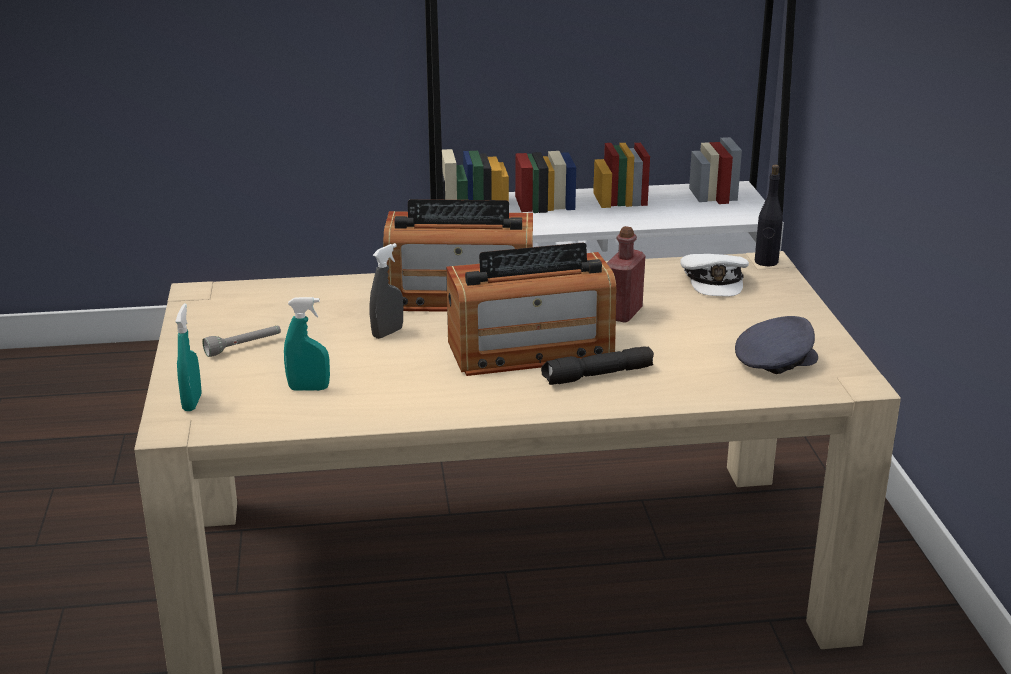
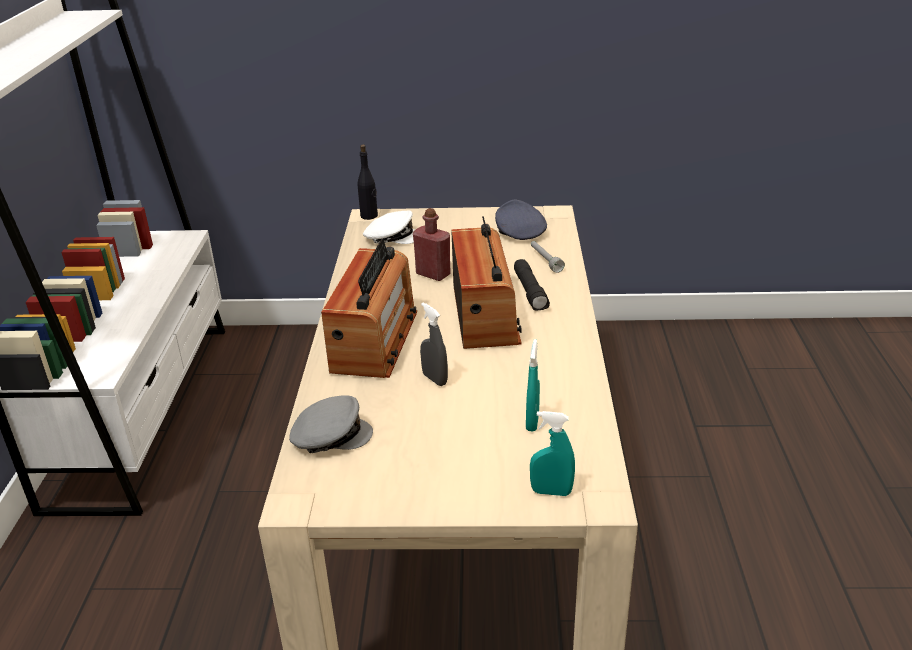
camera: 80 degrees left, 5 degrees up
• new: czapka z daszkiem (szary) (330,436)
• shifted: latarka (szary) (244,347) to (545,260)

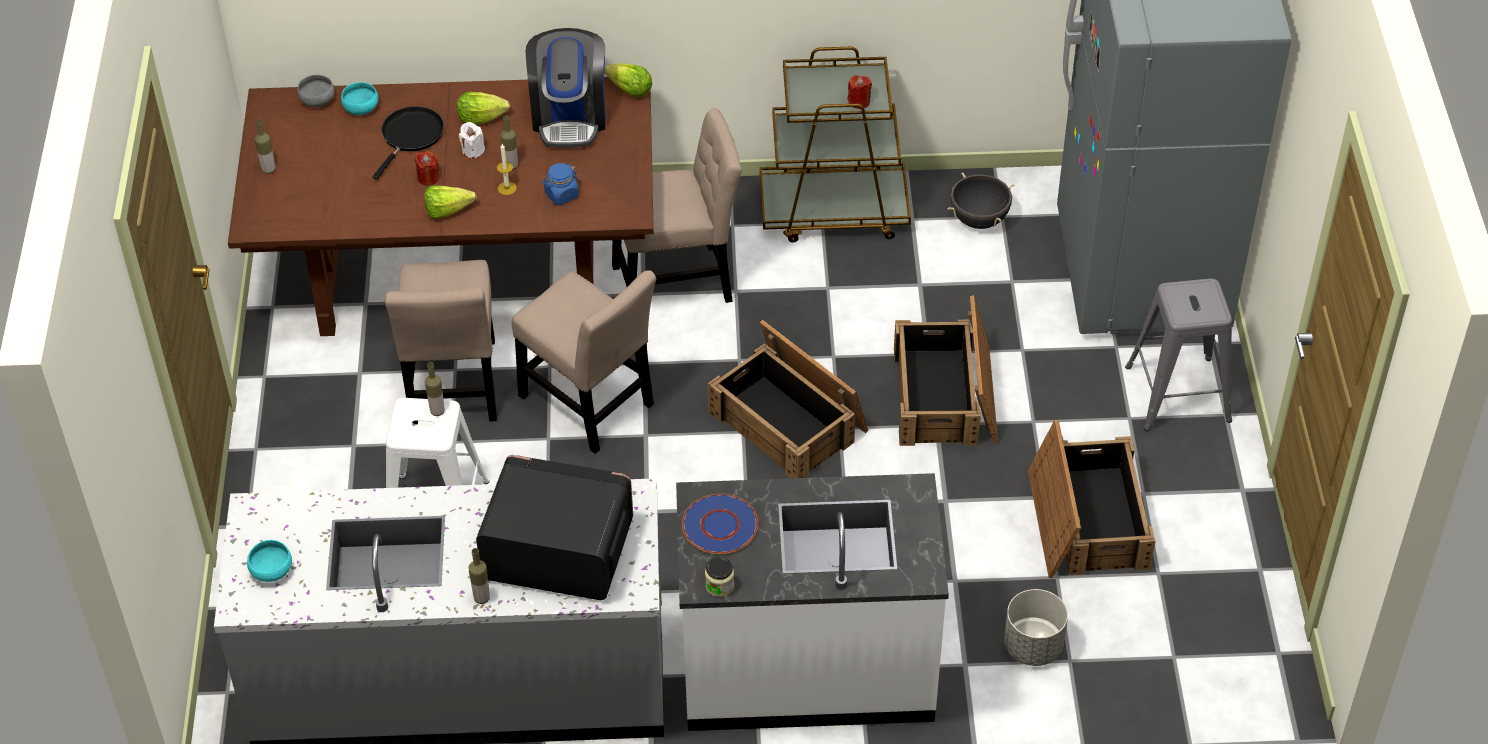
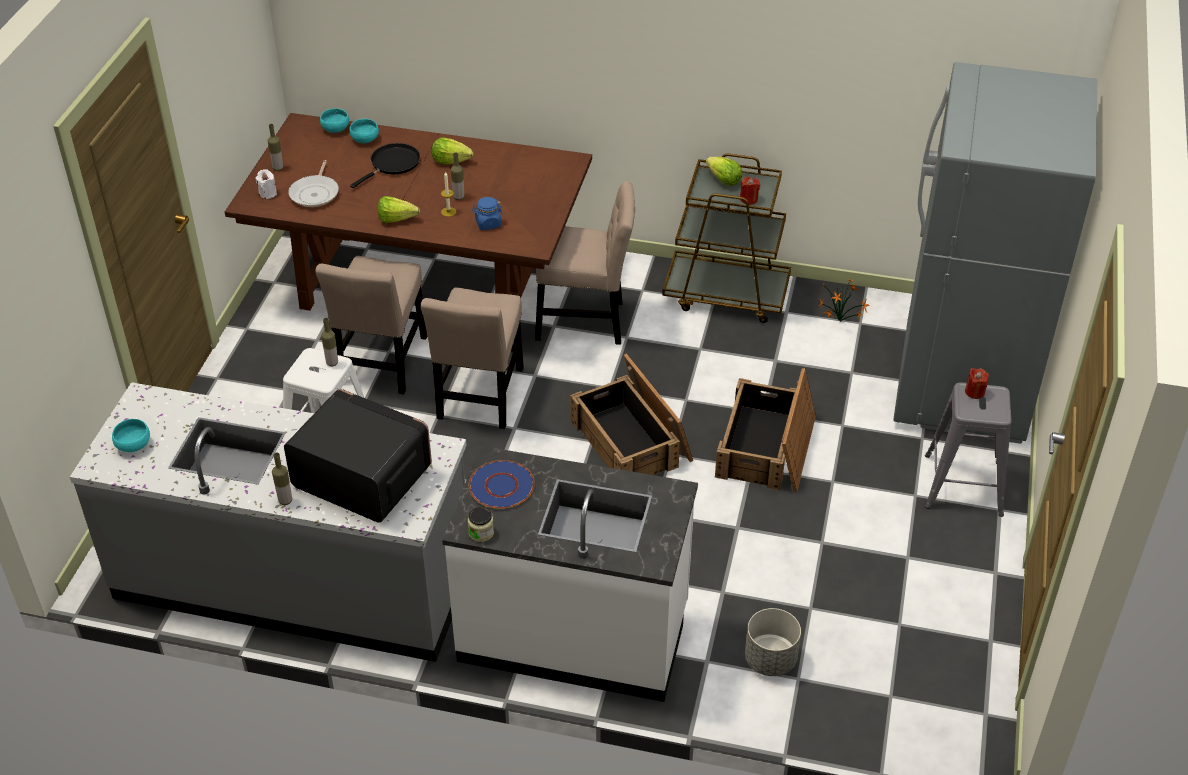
camera: 15 degrees right, 5 degrees down
• shifted: świeca (biały) (473,150) to (267,193)
• new: patelnia (315,193)
• repainted: miska (szary) (317,100) to miska (turkusowy) (335,129)
• rotated: krzesło (beżowy) (590,405) = (480,397) 45 degrees clockwise
• shifted: sałata (630,90) to (723,180)
• swapped: garnek (czarny) (979,220) to roślina doniczkowa (840,322)
• shifted: świeca (czerwony) (428,178) to (974,392)
• gone: ekspres do kawy (570,116)
• gone: skrzynka (1085,519)

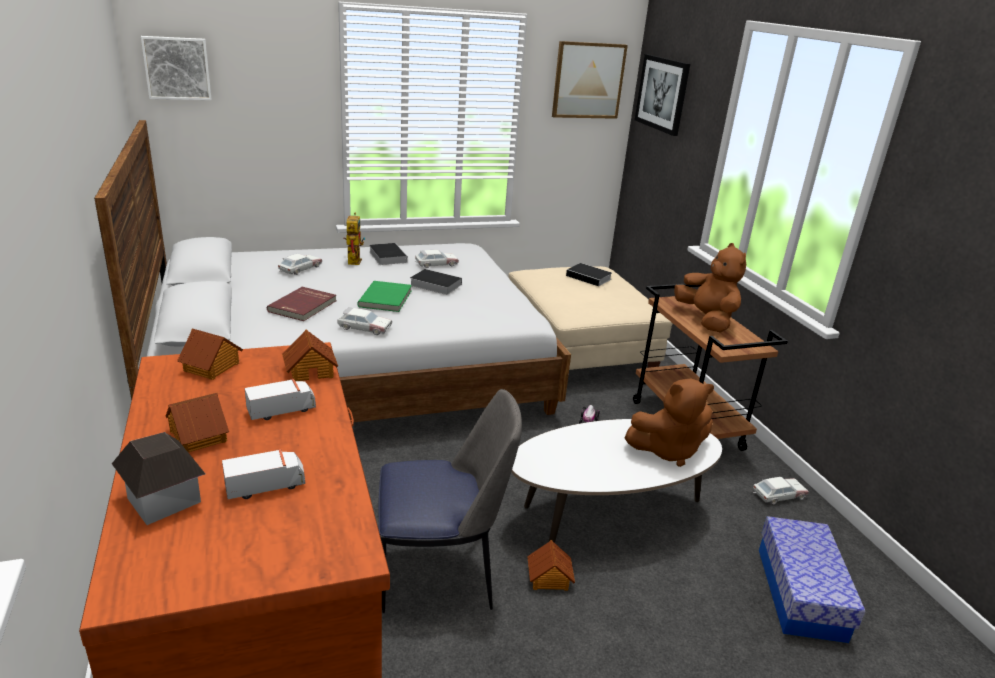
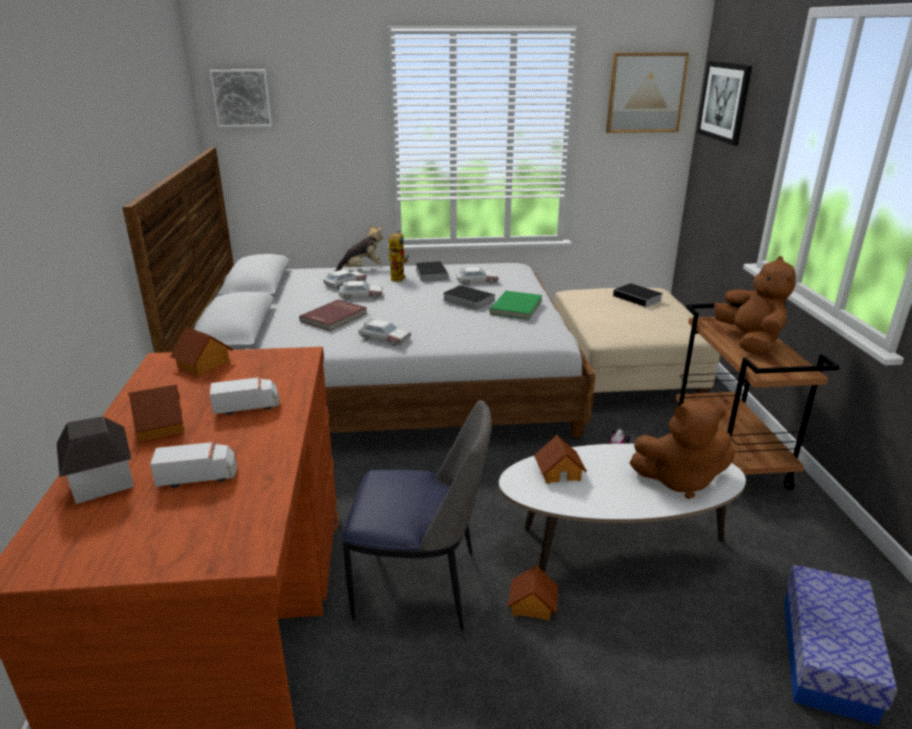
camera: 15 degrees right, 0 degrees up
• new: pluszak (361,269)
• shifted: samochodzik (778,495) to (360,296)
• shifted: książka (zielony) (386,298) to (517,307)
• shifted: domek (311,371) to (559,472)

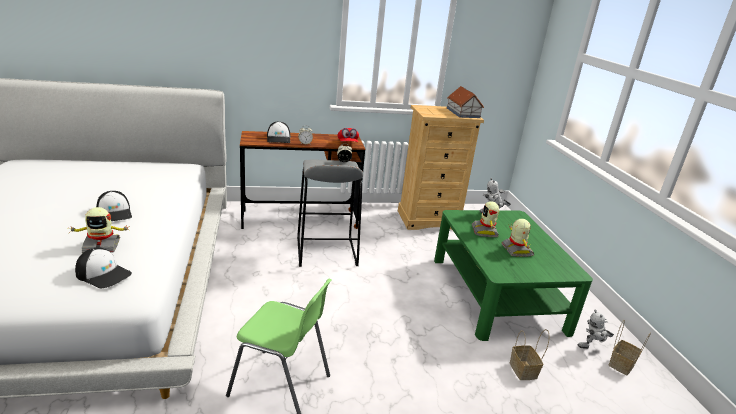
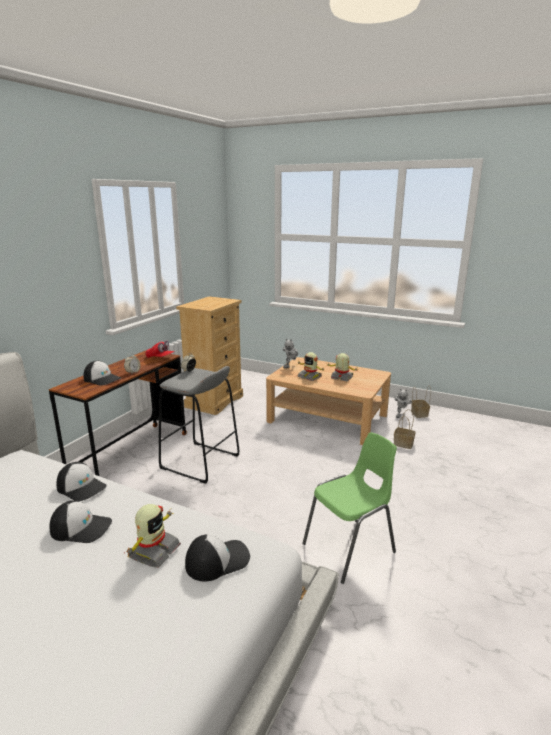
camera: 50 degrees left, 5 degrees down
• new: czapka z daszkiem (82,487)
• repainted: ława (zielony) (497,294) to ława (beżowy) (327,418)
• gone: domek (463,113)

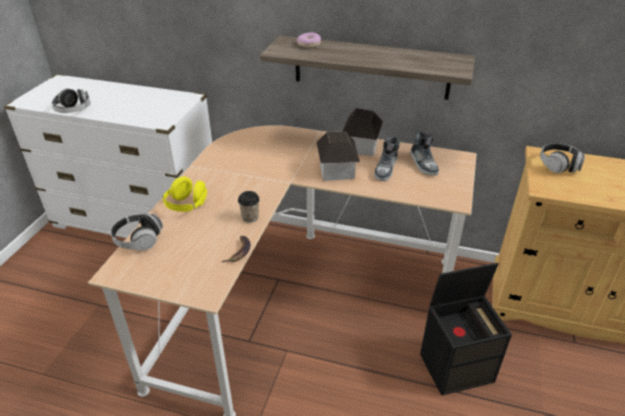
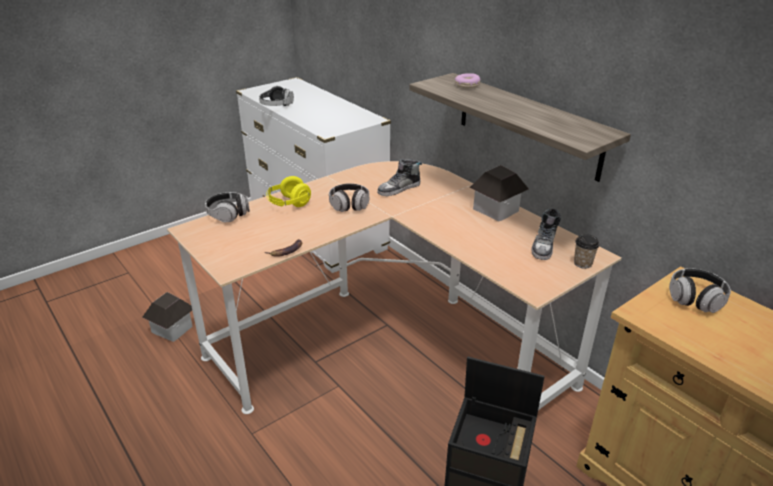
camera: 35 degrees right, 5 degrees down
• shifted: domek (337,171) to (172,329)
• new: słuchawki (349,205)
• shifted: but (386,169) to (399,189)
• shifted: filiżanka (250,217) to (582,263)

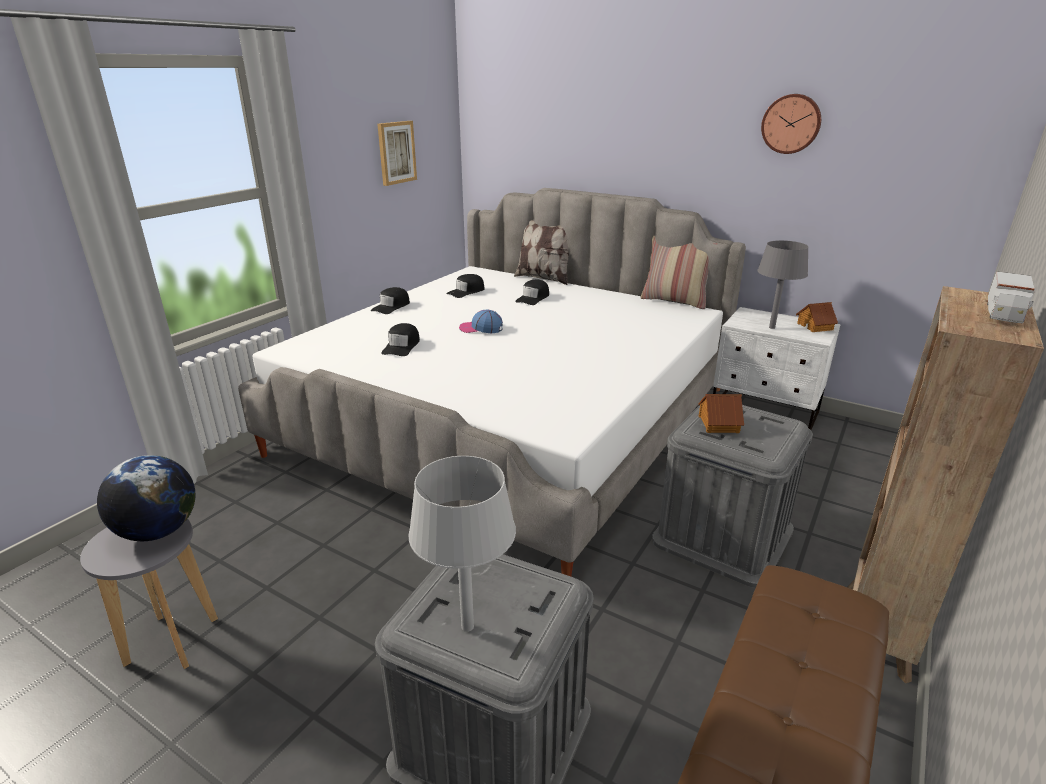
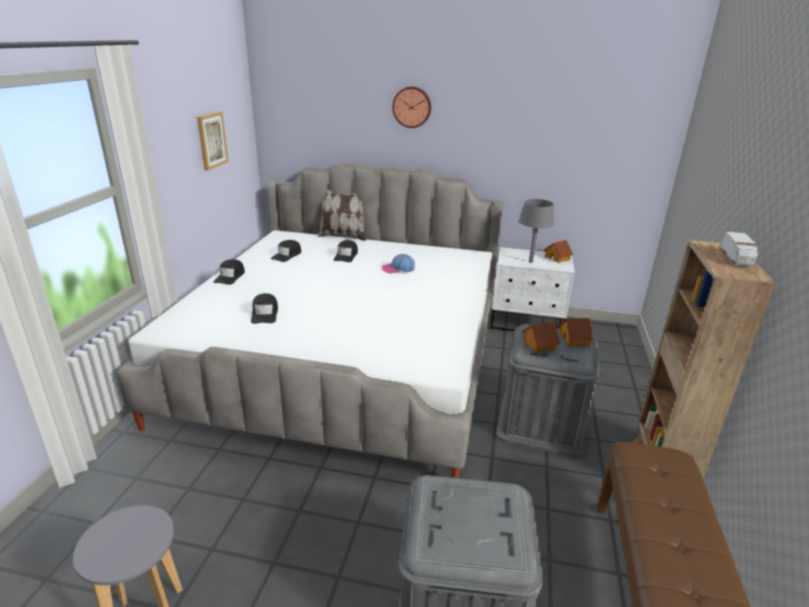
camera: 20 degrees left, 0 degrees up
• shifted: czapka z daszkiem (481,328) to (398,269)
• shifted: zegar ścienny (791,124) to (412,107)
• new: domek (574,339)
• gone: globus (158,531)
• gone: lampa stołowa (szary) (467,626)
• gone: poduszka (674,301)

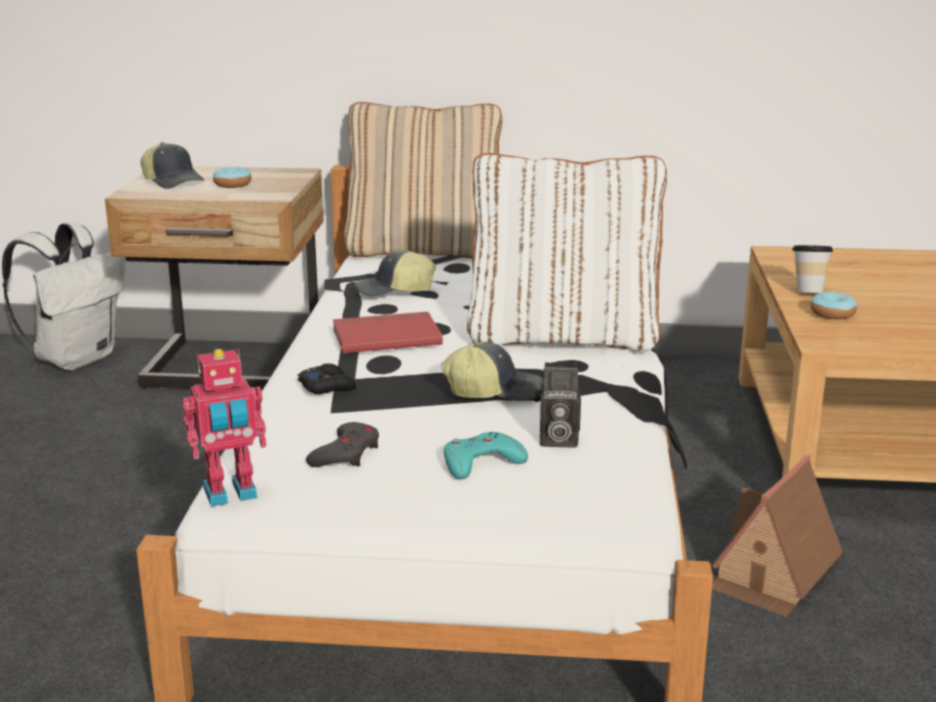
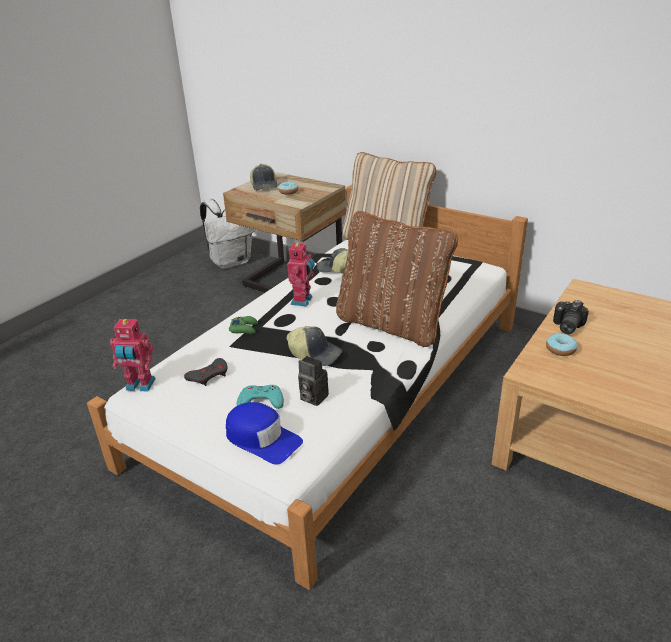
camera: 30 degrees right, 10 degrees up
• new: czapka z daszkiem (niebieski) (262,439)
• repainted: pad do gier (czarny) (327,386) to pad do gier (zielony) (244,328)
• swapped: książka (czerwony) (385,336) to robot zabawkowy (303,301)
• repainted: poduszka (biały) (563,337) to poduszka (brązowy) (392,324)
• swapped: filiżanka (808,291) to aparat fotograficzny (566,326)
• gone: domek (773,573)

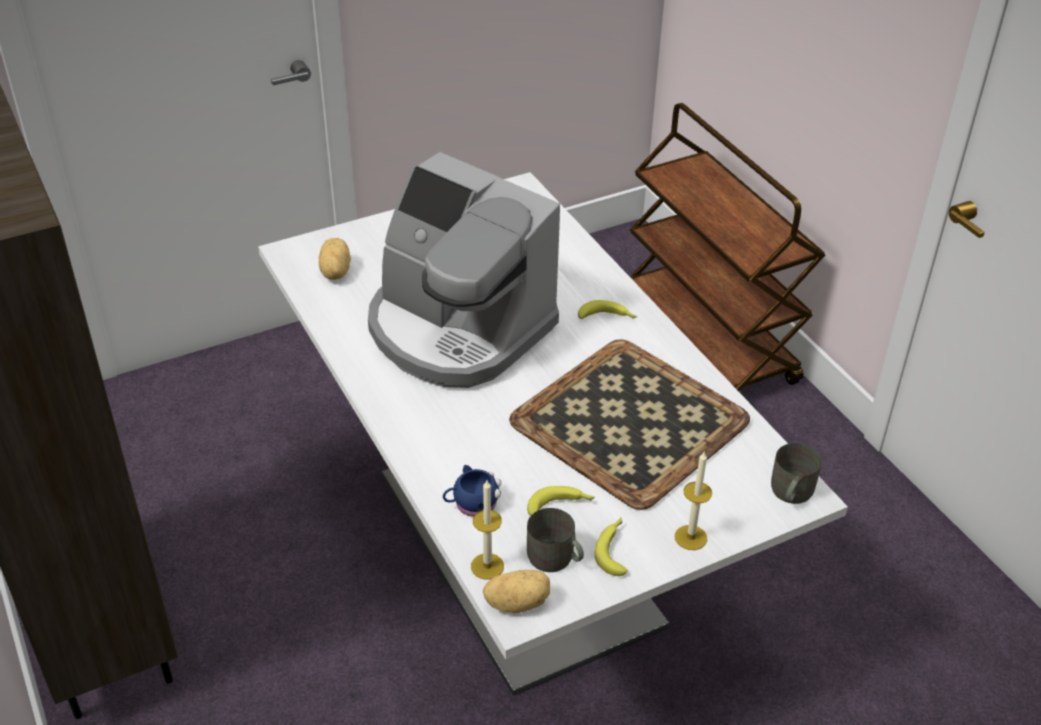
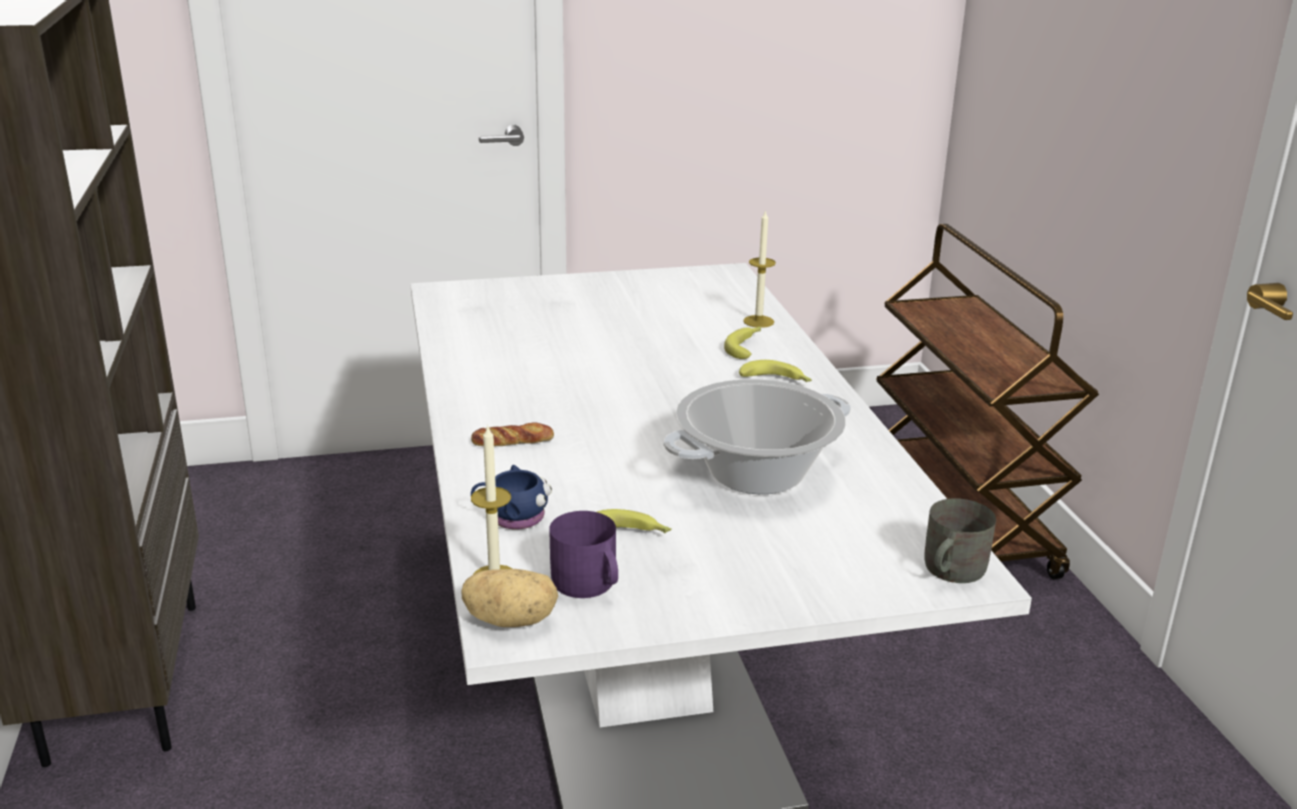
camera: 15 degrees right, 15 degrees down
• new: chleb (512,441)
• repainted: kubek (szary) (555,559) to kubek (fioletowy) (588,585)
• swapped: taca (629,423) to garnek (757,473)
• shifted: banan (614,549) to (746,347)
• shifted: świeca (690,537) to (758,321)
• gone: ziemniak (334,272)
• gone: ekspres do kawy (457,330)

